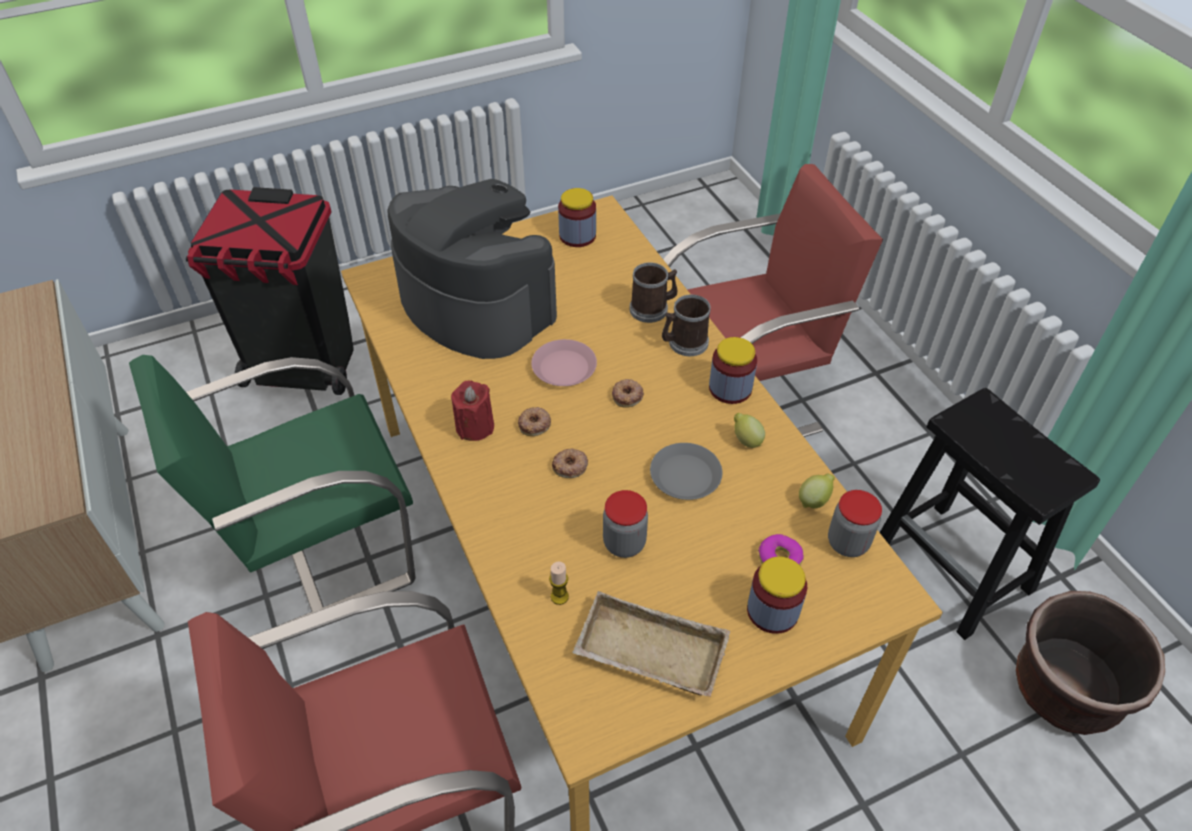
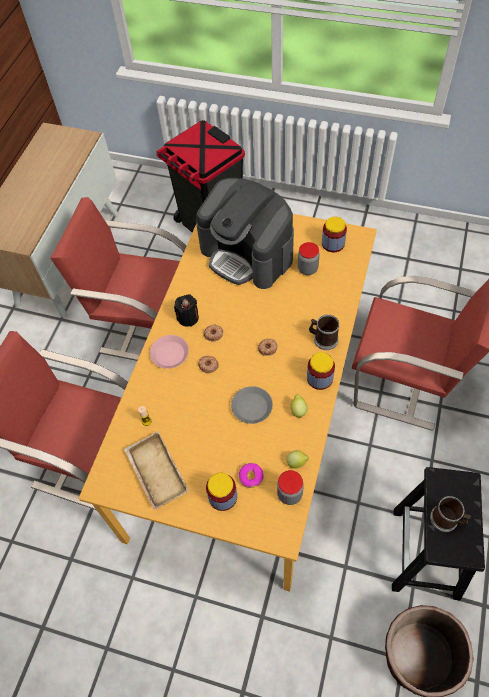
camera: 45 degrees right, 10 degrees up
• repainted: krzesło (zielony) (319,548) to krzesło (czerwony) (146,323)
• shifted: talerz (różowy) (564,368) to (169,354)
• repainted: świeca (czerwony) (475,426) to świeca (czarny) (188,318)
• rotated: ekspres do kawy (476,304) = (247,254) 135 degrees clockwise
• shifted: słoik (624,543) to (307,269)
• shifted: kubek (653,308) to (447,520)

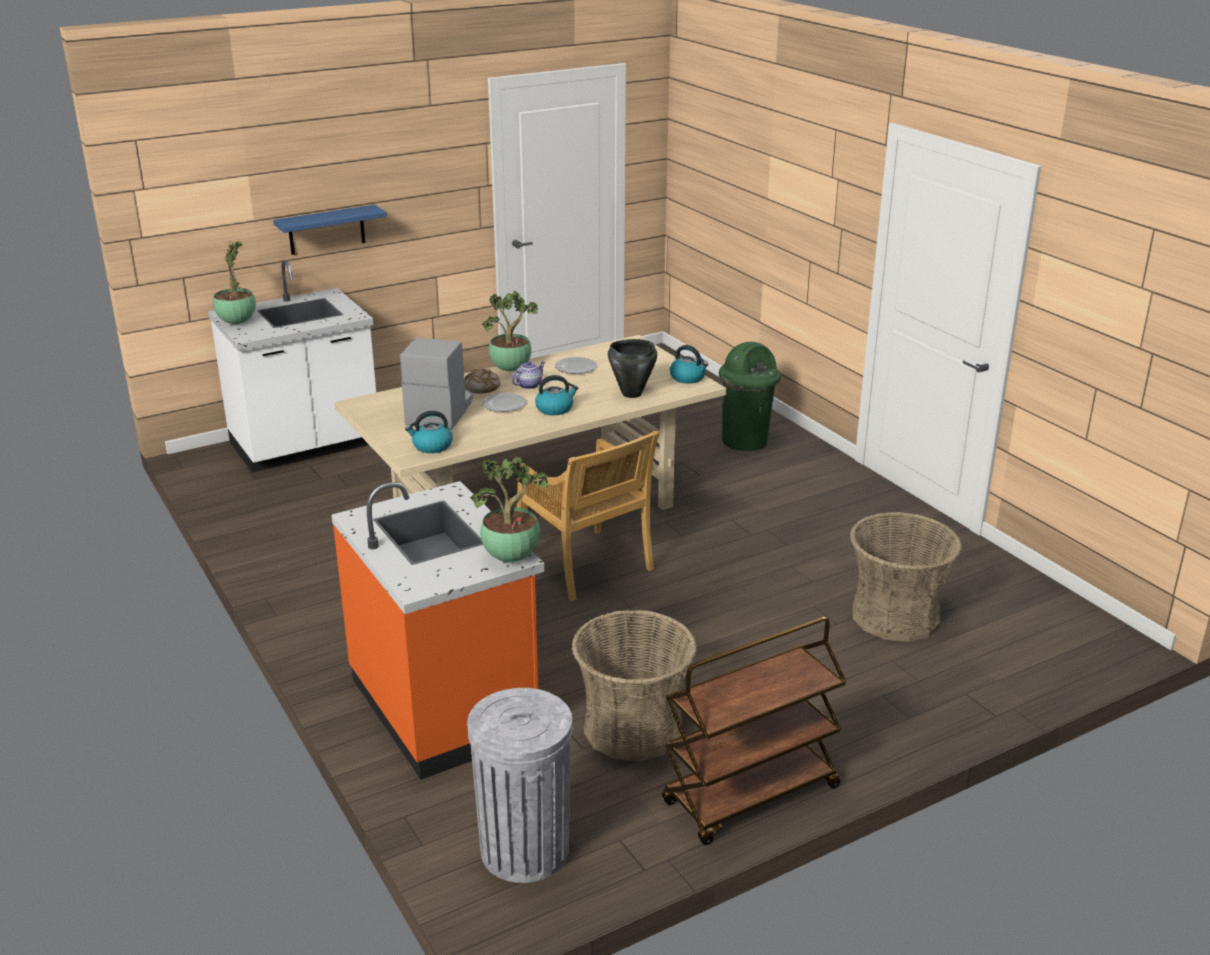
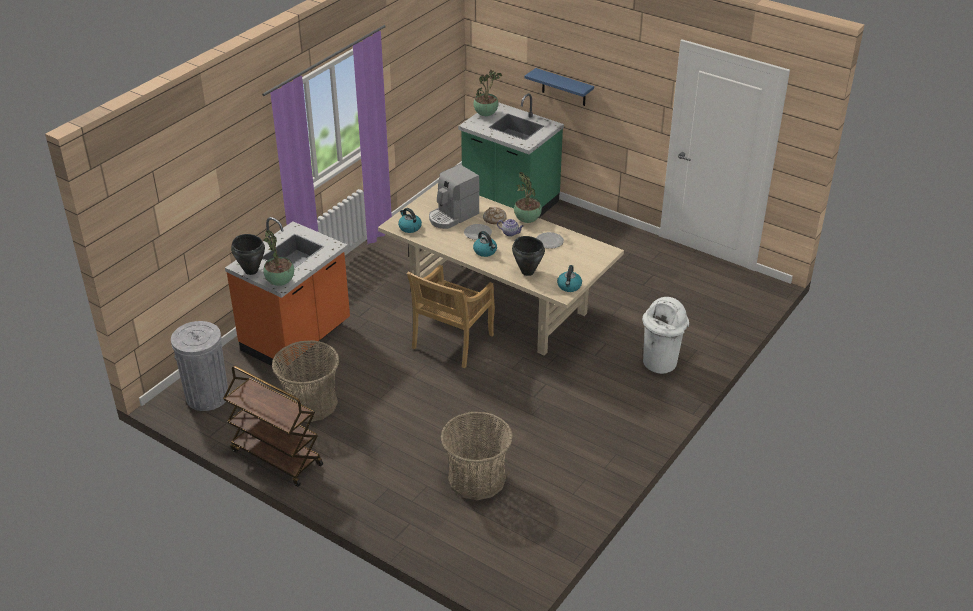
camera: 65 degrees right, 10 degrees up
• new: garnek (czarny) (251,270)
• rotated: ekspres do kawy (440,411) = (452,216) 150 degrees clockwise
• repainted: zabudowa kuchenna (biały) (305,446) to zabudowa kuchenna (zielony) (510,201)
• repainted: kosz na śmieci (zielony) (745,441) to kosz na śmieci (biały) (660,363)

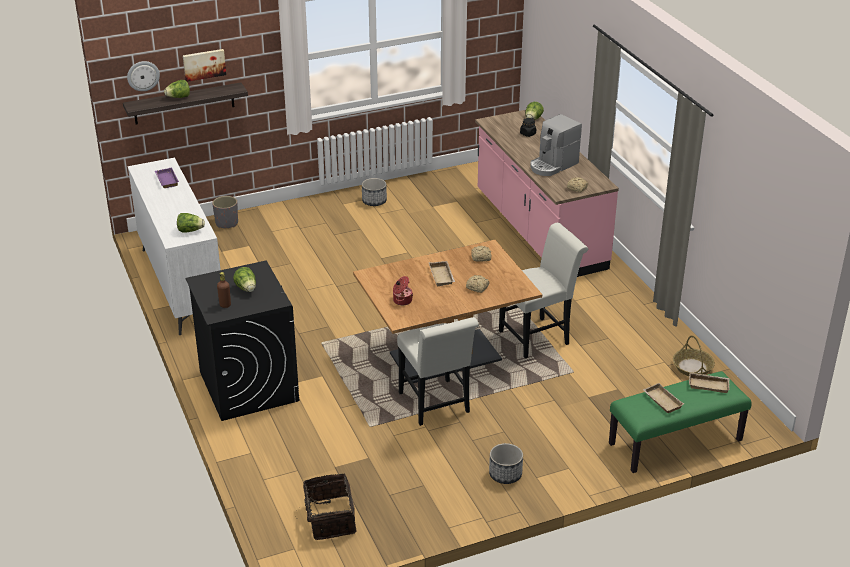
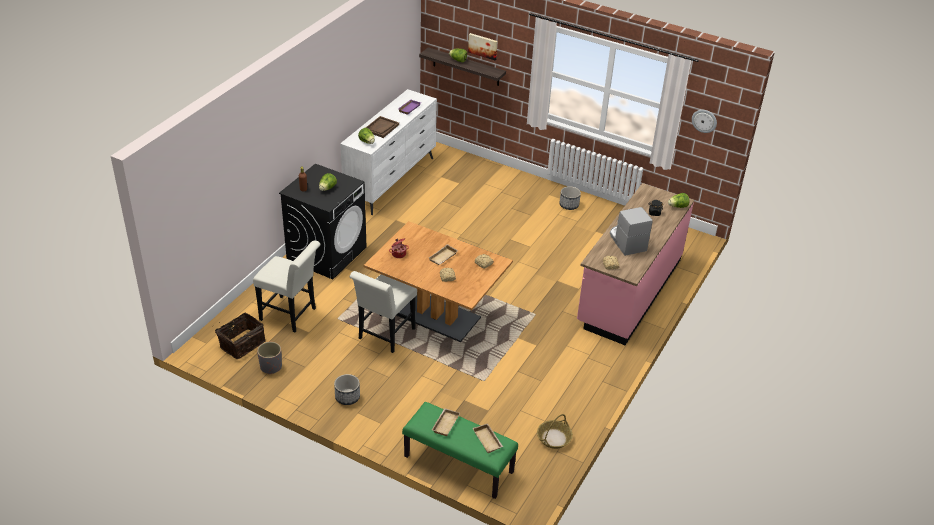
camera: 50 degrees right, 5 degrees up
• shifted: krzesło (biały) (538,336) to (291,315)
• shifted: donica (szary) (226,223) to (270,367)
• new: taca (brązowy) (381,128)
• rotated: ekspres do kawy (553,165) = (626,242) 60 degrees clockwise
• shifted: zegar ścienny (143,75) to (704,120)

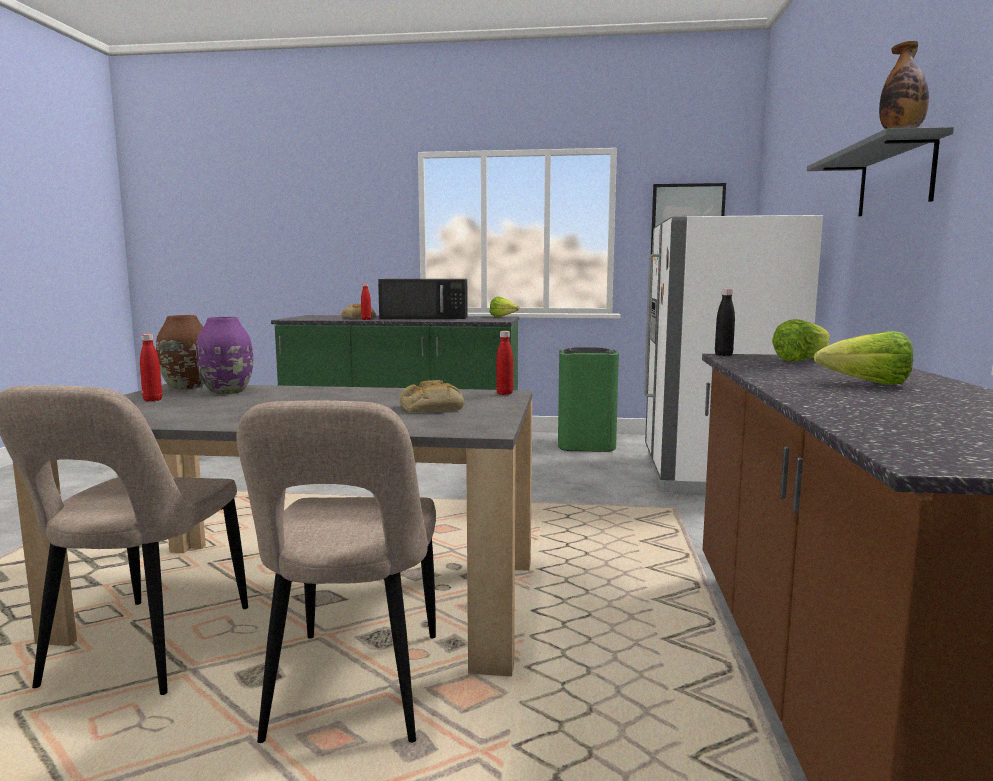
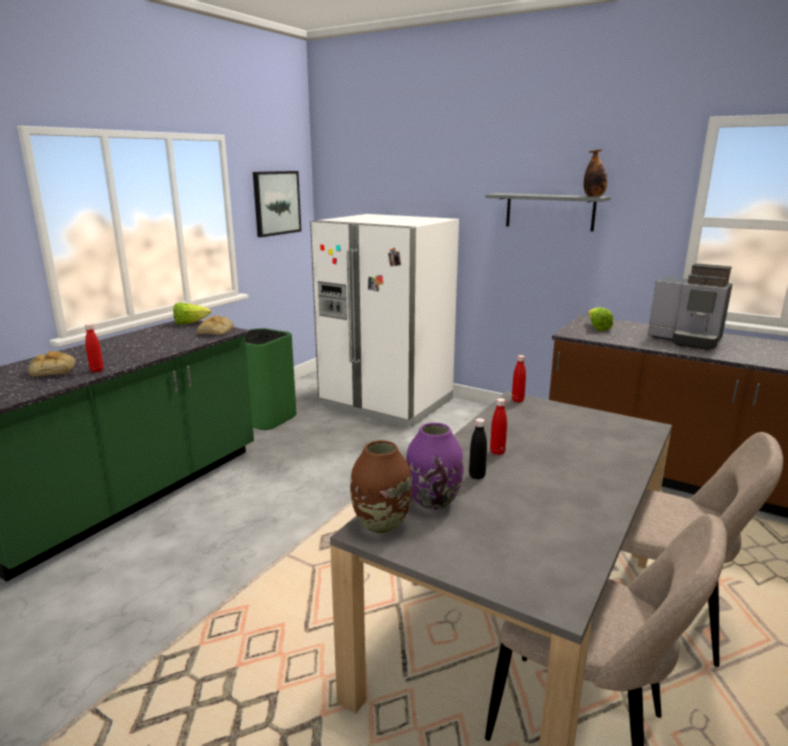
camera: 65 degrees left, 10 degrees up
• shifted: chleb (431,408) to (216,331)
• shifted: butelka (czarny) (723,355) to (477,476)
• shifted: butelka (czerwony) (152,400) to (497,452)
• swapped: sałata (867,384) to ekspres do kawy (687,340)
• gone: mikrofalówka (czarny) (426,317)

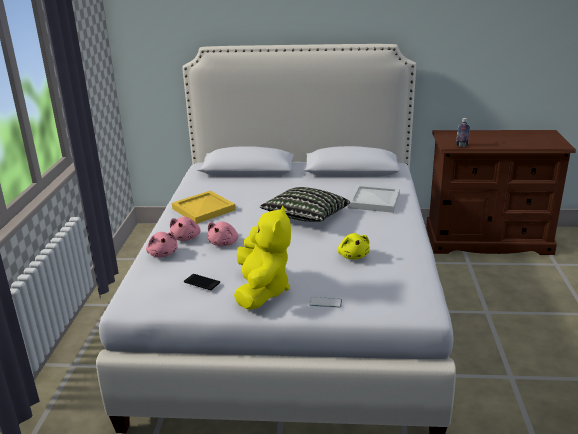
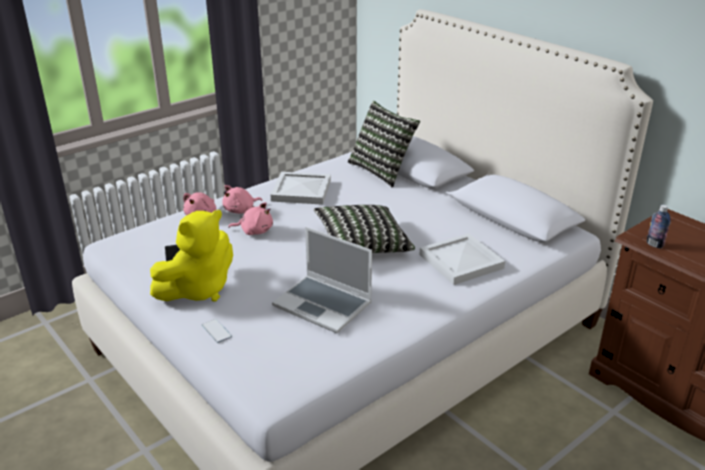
camera: 45 degrees right, 5 degrees up
• rotated: pluszak (różowy) (224,243) = (254,231) 150 degrees counterclockwise
• repainted: taca (żółty) (204,209) to taca (biały) (302,191)
• swapped: pluszak (żółty) (353,256) to laptop (324,305)
• new: poduszka (382,170)

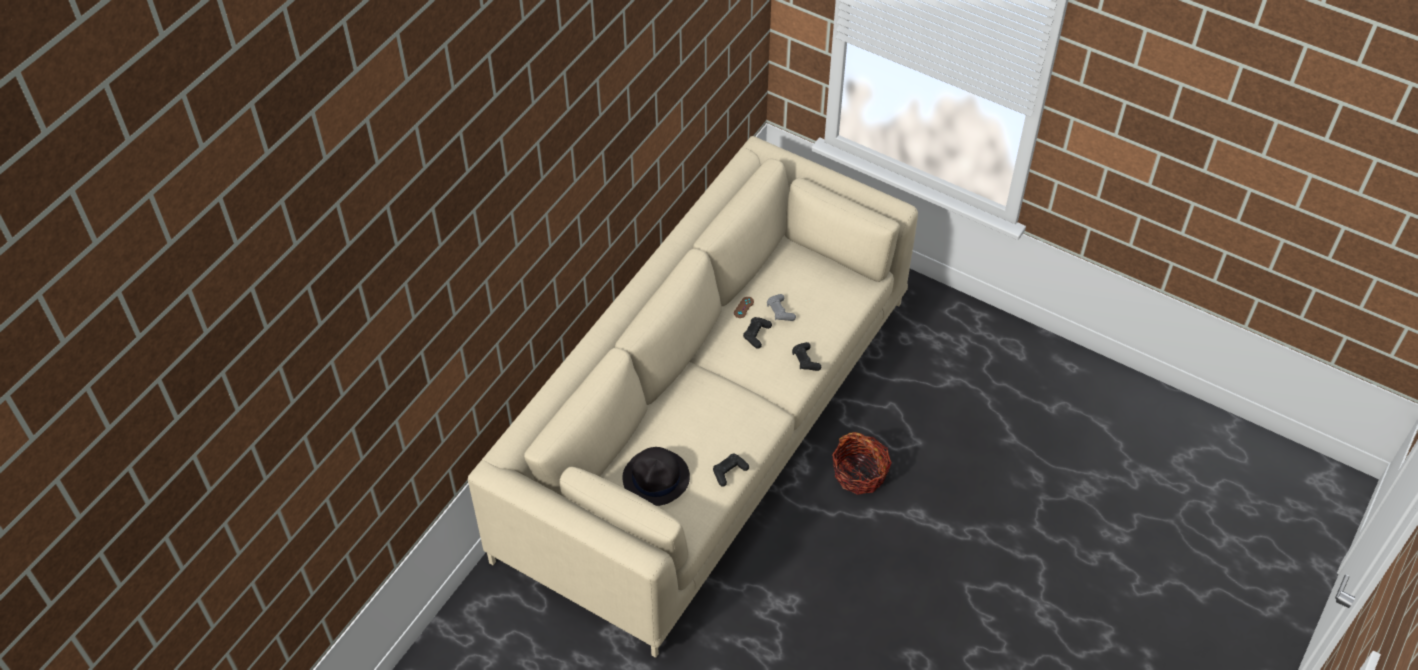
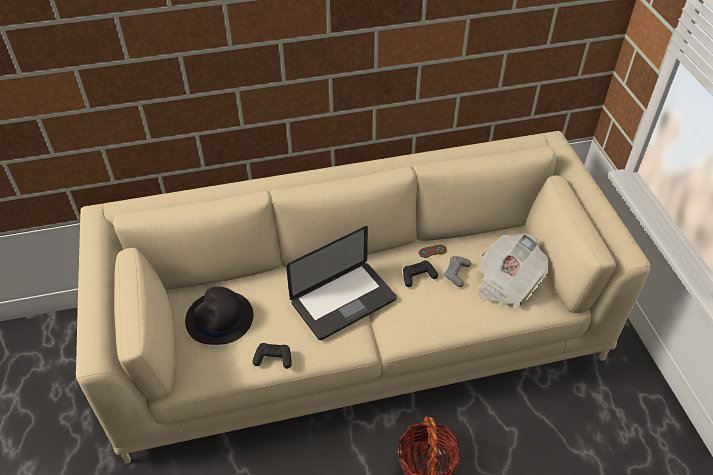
camera: 45 degrees right, 5 degrees down
• new: laptop (343,301)
• new: gazeta (507,282)
• gone: pad do gier (czarny) (805,360)

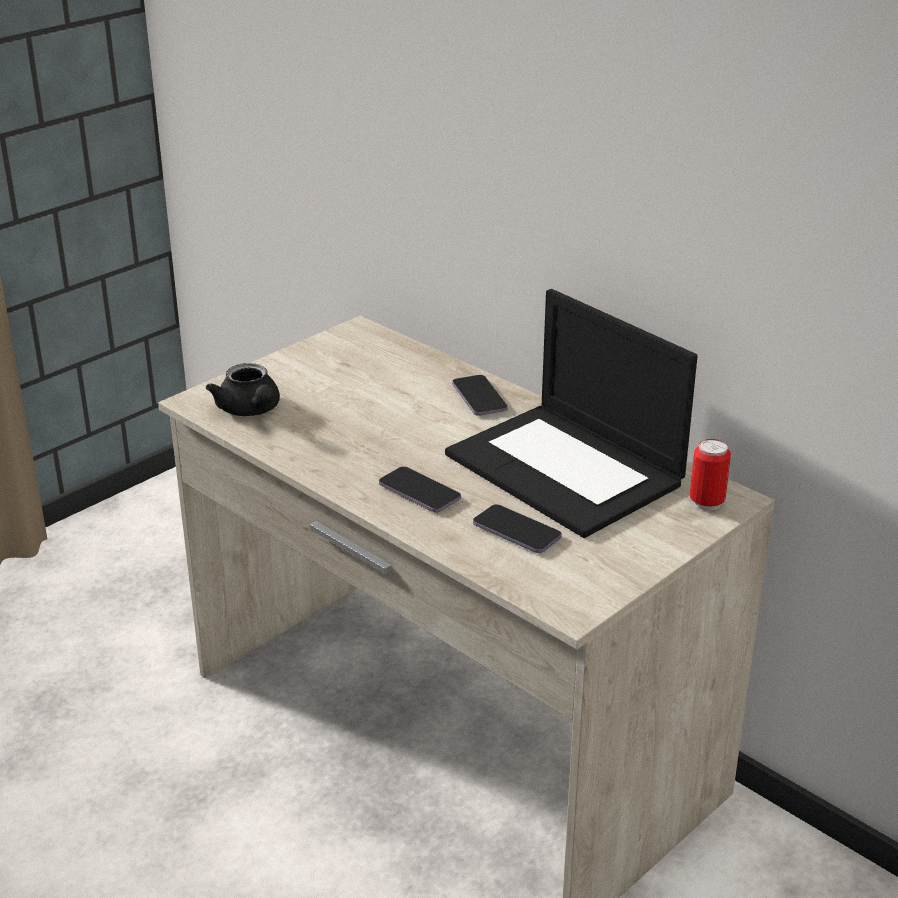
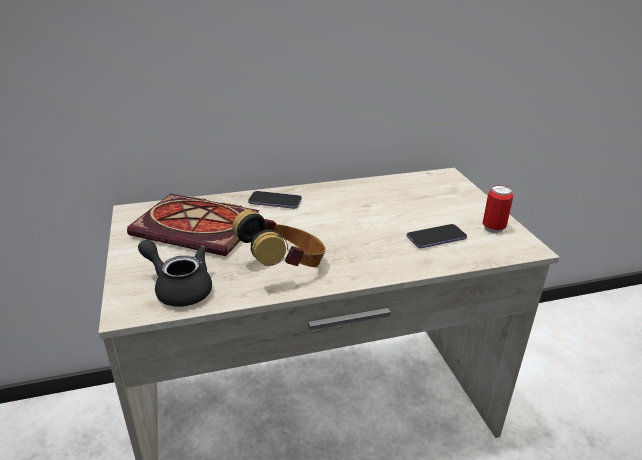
camera: 60 degrees left, 0 degrees up
• new: książka (200,228)
• rotated: imbryk (czarny) (250,410) = (179,288) 150 degrees counterclockwise
• new: słuchawki (284,267)
• shifted: puszka (706,503) to (493,228)
• gone: telefon (419,492)
• gone: laptop (567,469)

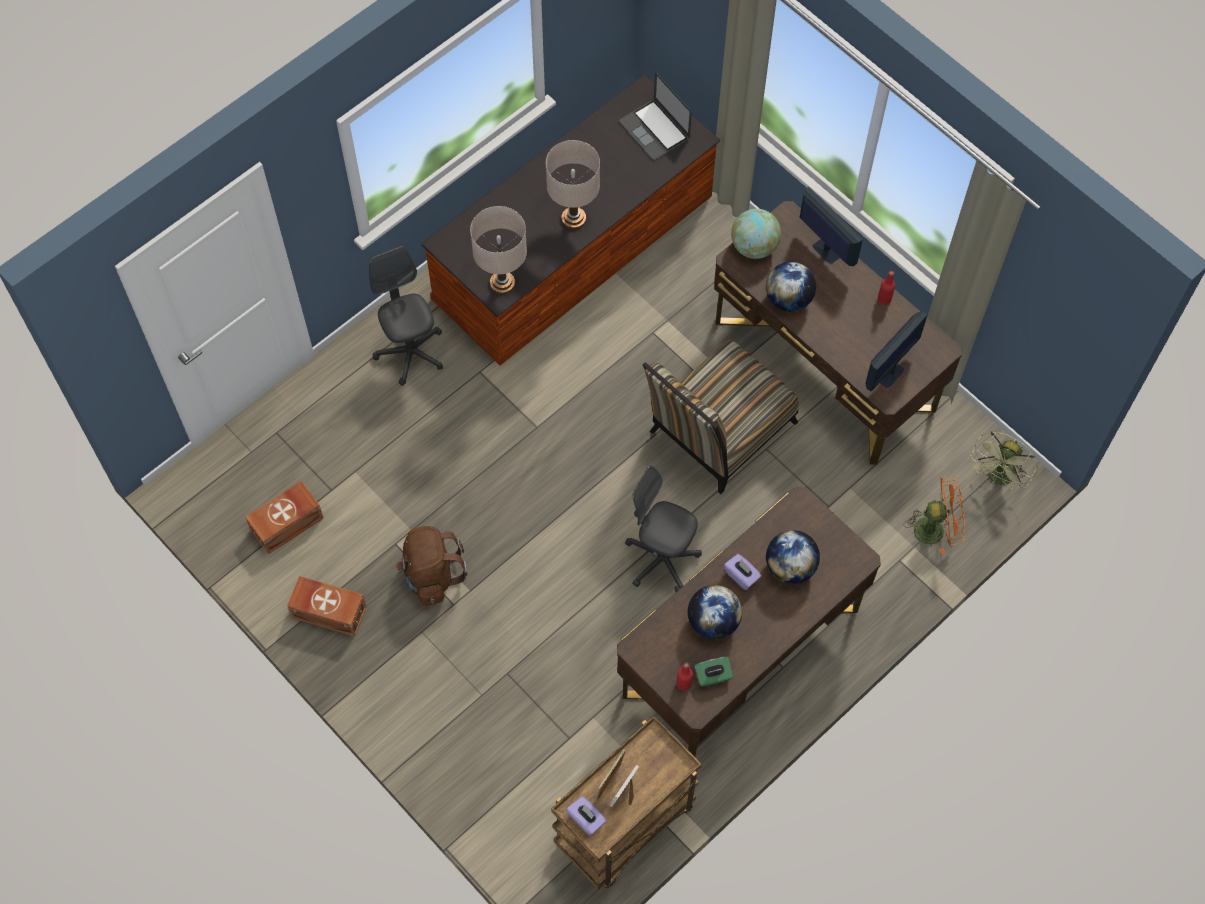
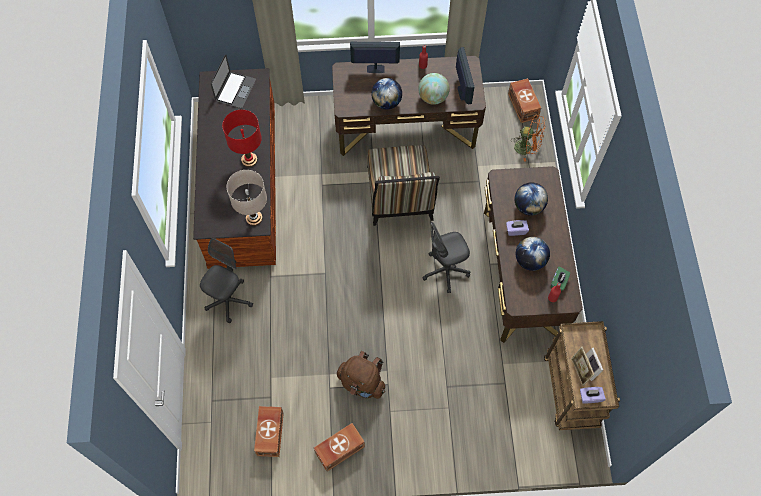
camera: 50 degrees left, 0 degrees up
• rotated: krzesło biurowe (szary) (411,353) = (229,300) 105 degrees clockwise
• rotated: laptop (654,129) = (235,90) 75 degrees counterclockwise
• repainted: lampa stołowa (beżowy) (573,219) to lampa stołowa (czerwony) (249,160)
• shifted: globus (754,247) to (433,98)
• swapped: wentylator (zielony) (999,477) to pojemnik do przechowywania (brązowy) (523,105)
• rotated: wentylator (pomarańczowy) (935,529) = (527,148) 75 degrees clockwise

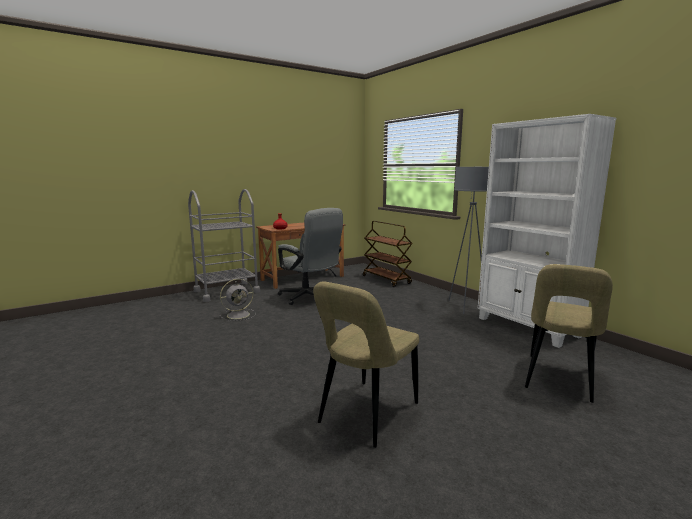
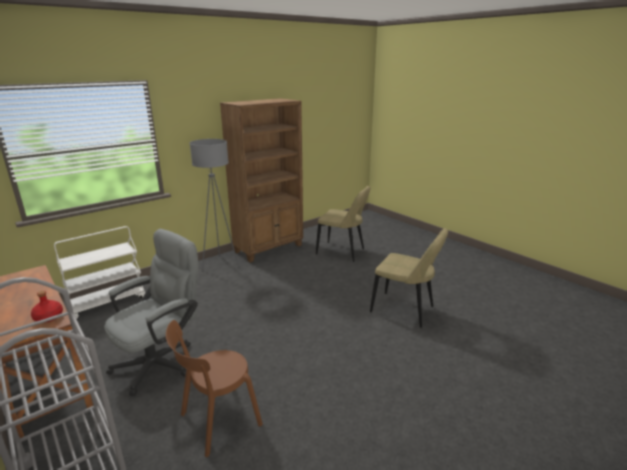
camera: 95 degrees left, 10 degrees up
• repainted: wózek (brązowy) (386,280) to wózek (biały) (108,302)
• swapped: wentylator (szary) (239,315) to krzesło (brązowy) (217,421)
• repainted: regał (biały) (527,327) to regał (brązowy) (269,248)

